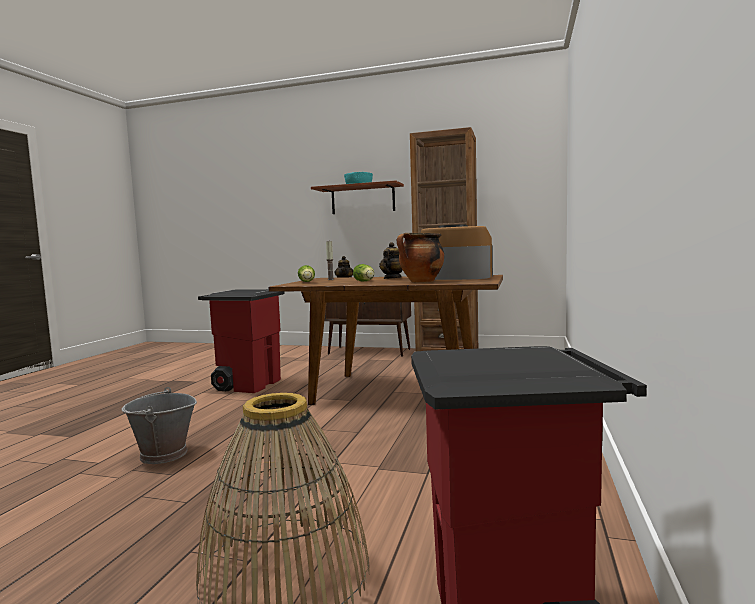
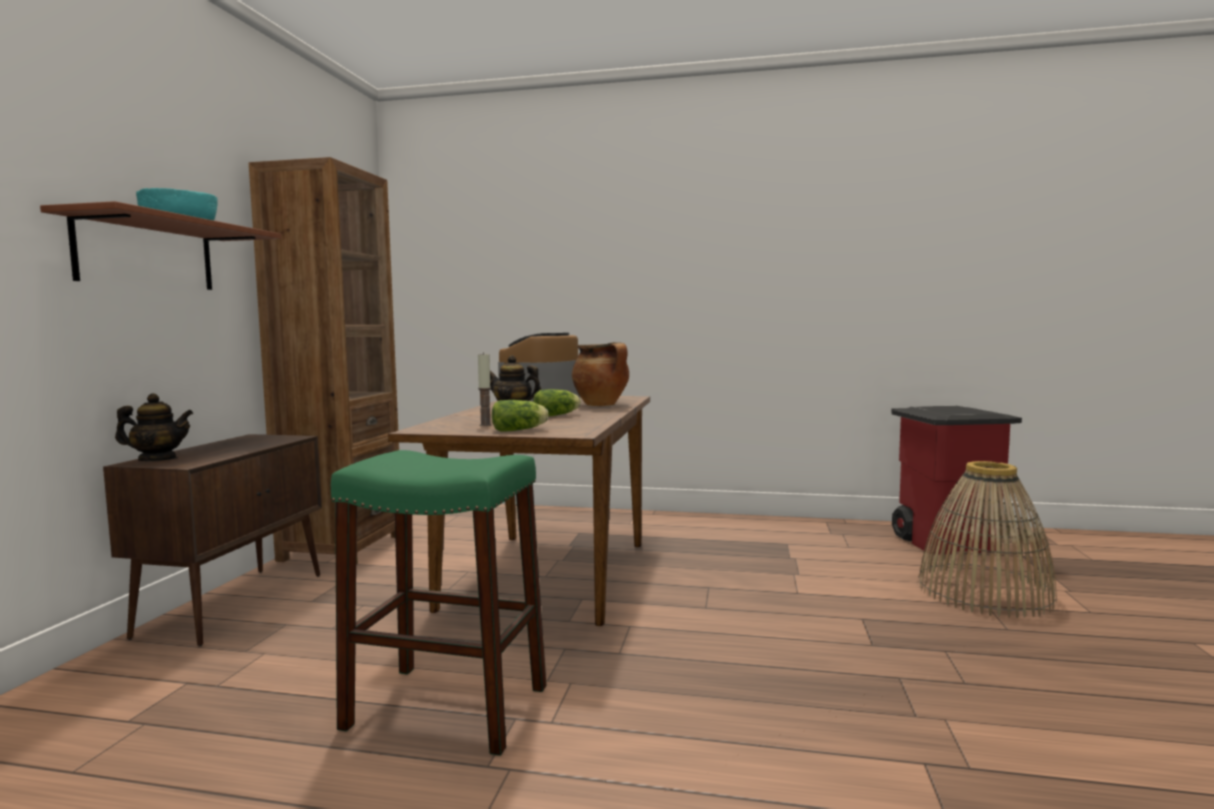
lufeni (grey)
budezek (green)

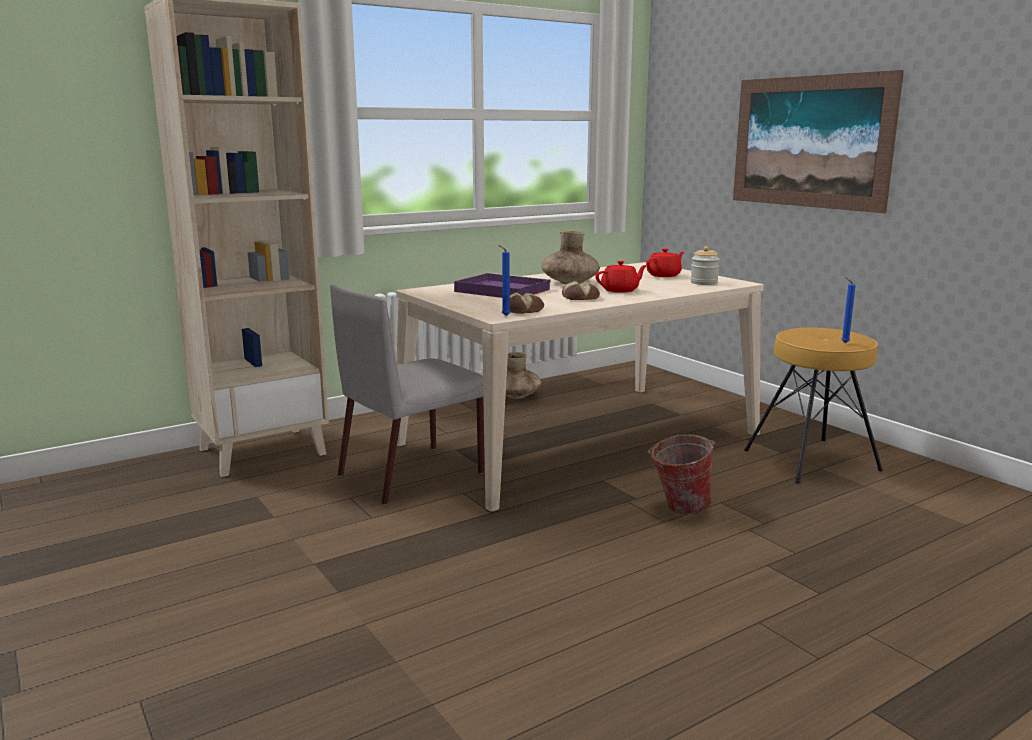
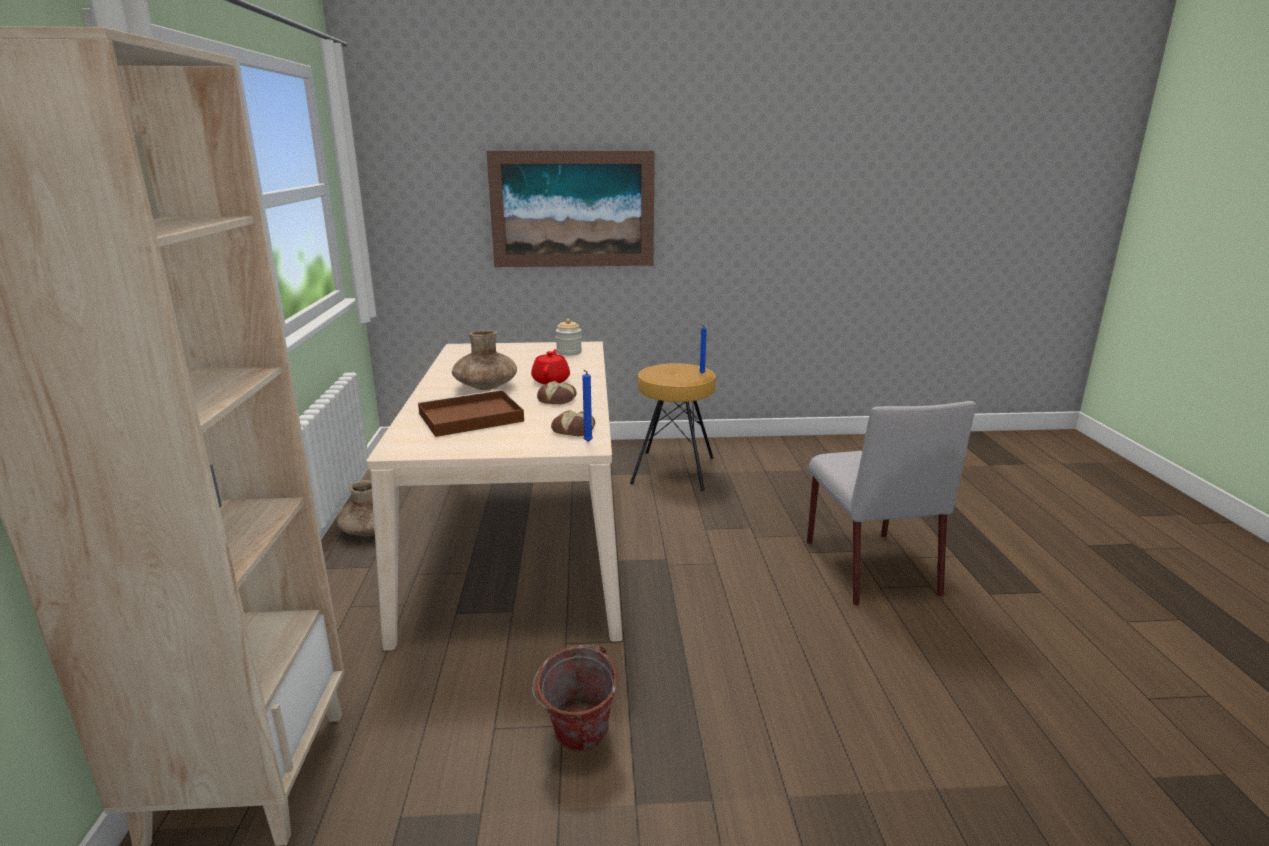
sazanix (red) (no. 2 from left in the first image)
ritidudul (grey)
lufeni
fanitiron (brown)

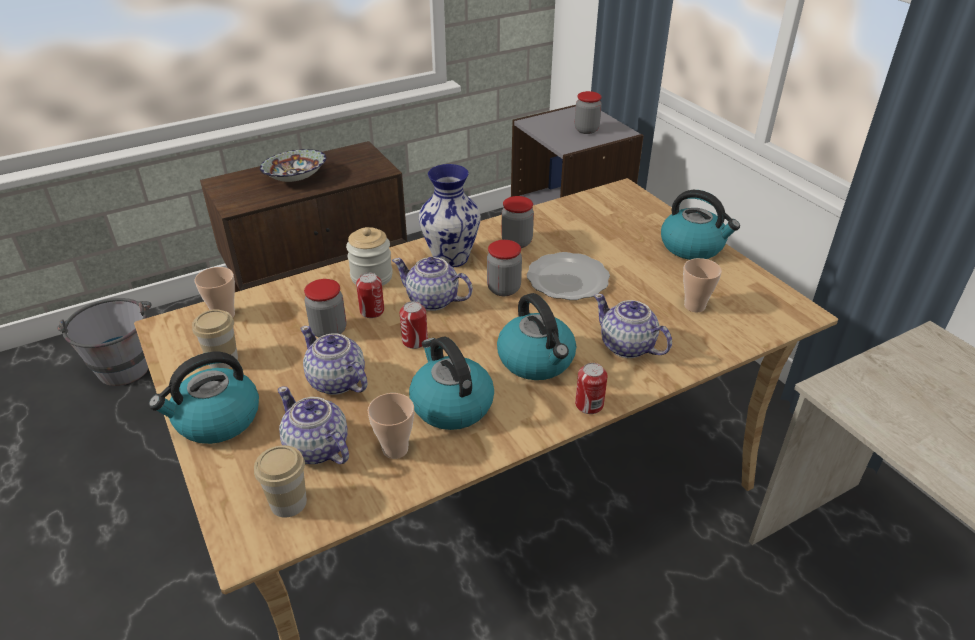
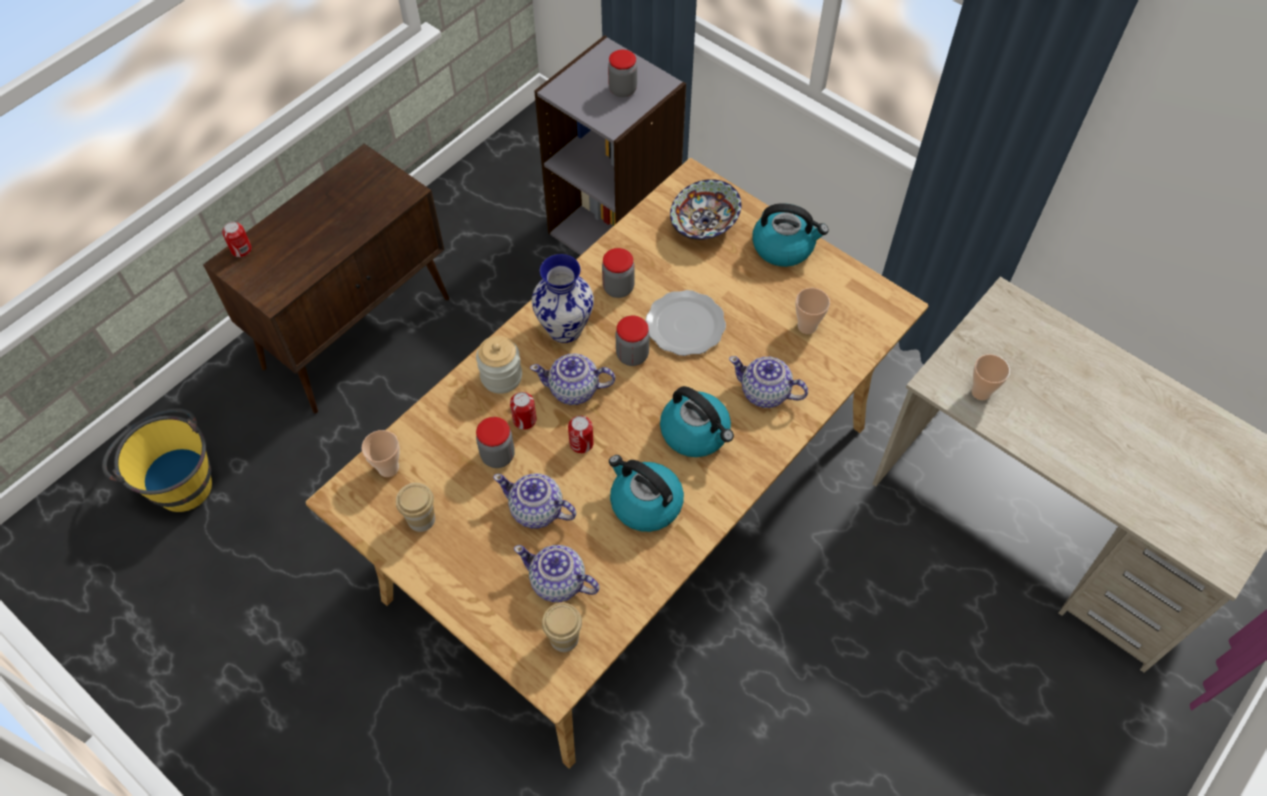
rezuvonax (no. 1 from left in the first image)
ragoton
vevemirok (no. 5 from left)
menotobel (no. 1 from left)
lufeni (yellow)

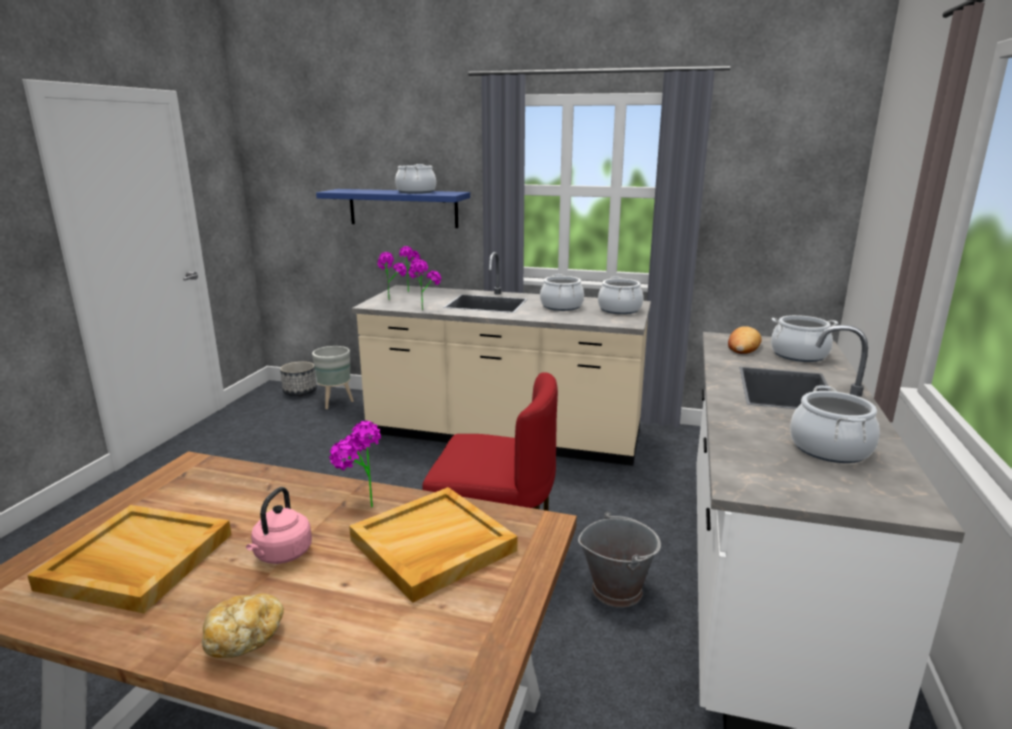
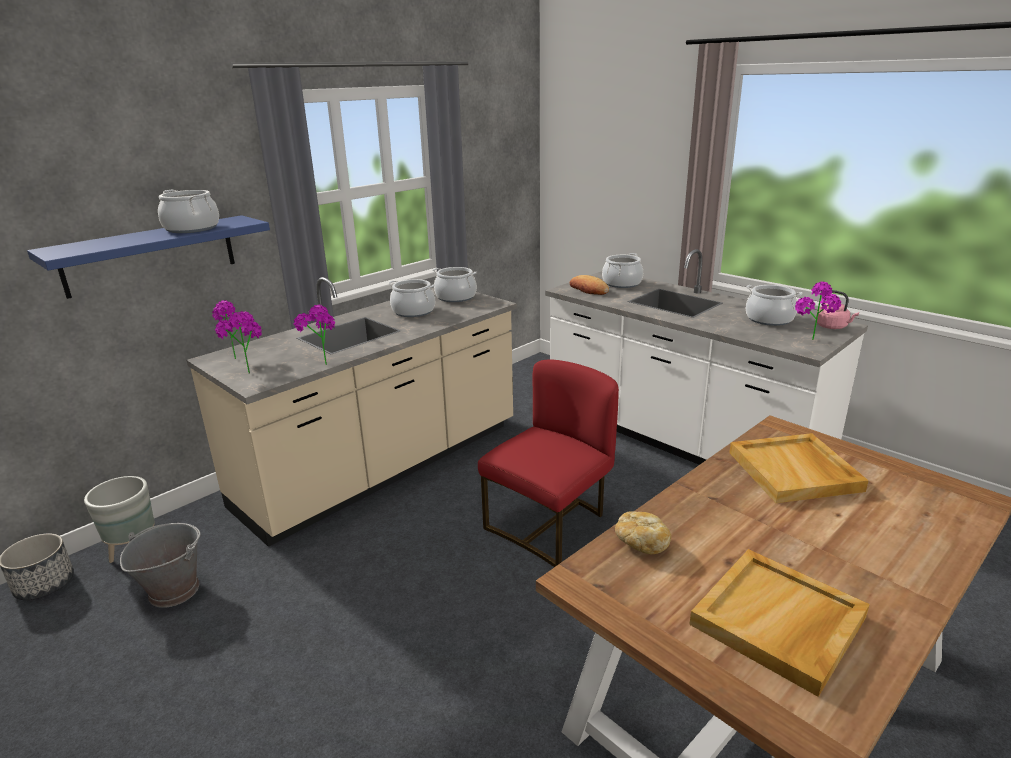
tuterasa (no. 2 from left)
rezuvonax (pink)
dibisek (no. 4 from left)
lufeni (grey)

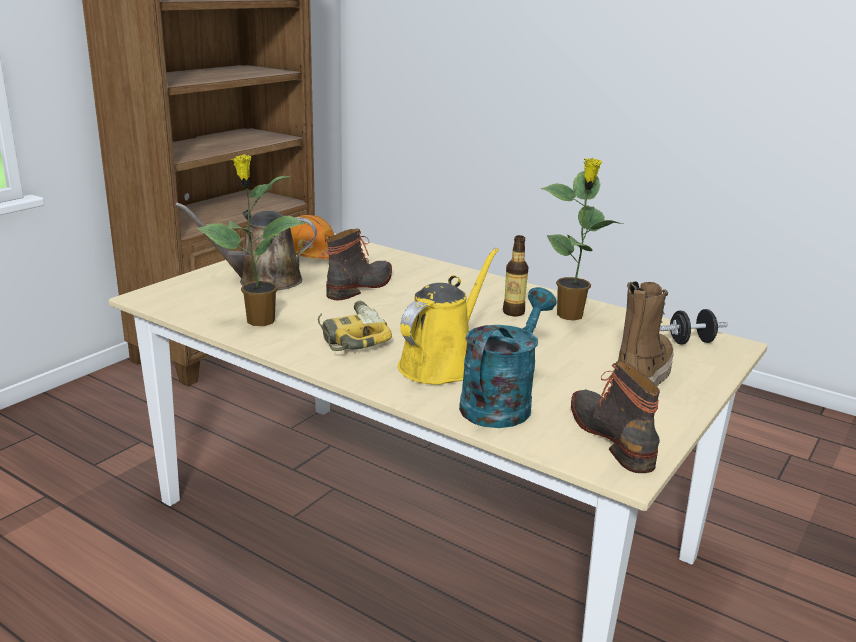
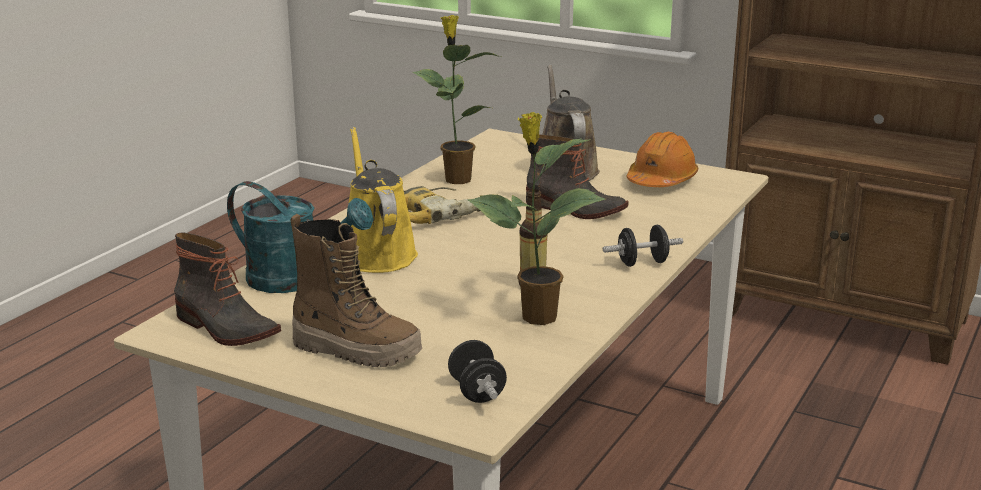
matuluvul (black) (no. 2 from left)
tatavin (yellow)
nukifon (no. 1 from left)

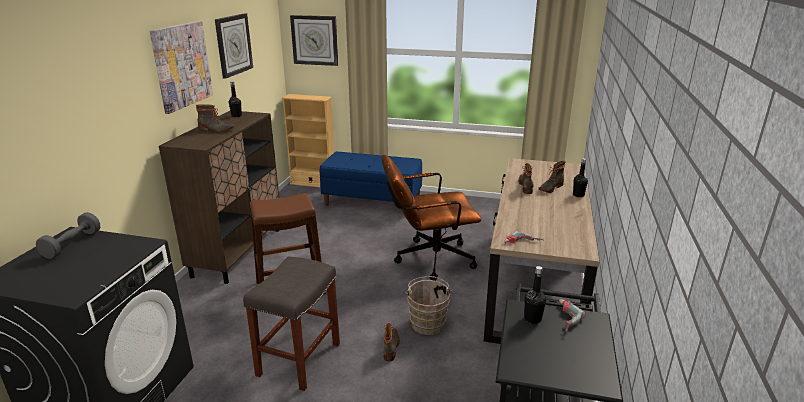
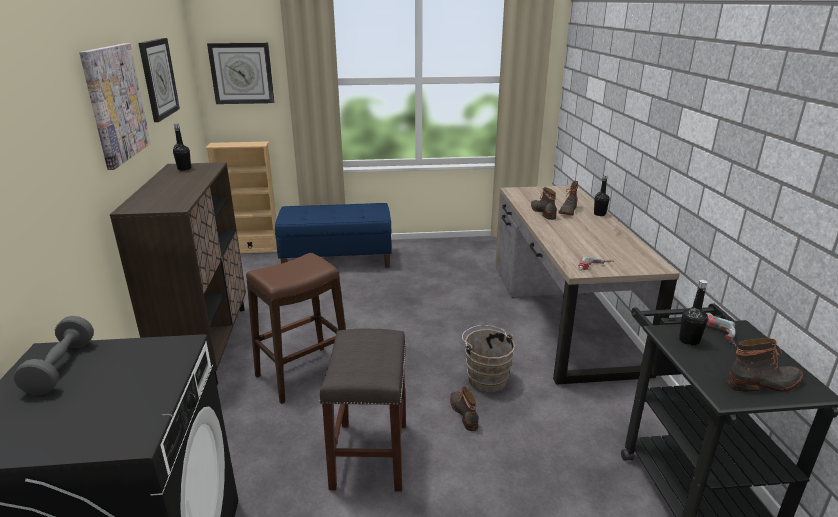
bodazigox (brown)
nukifon (no. 4 from left)

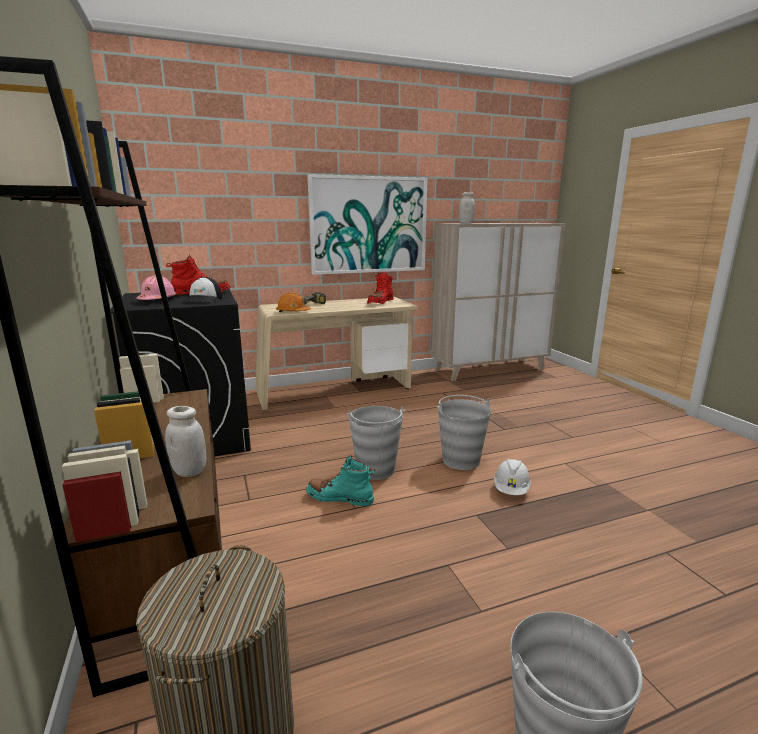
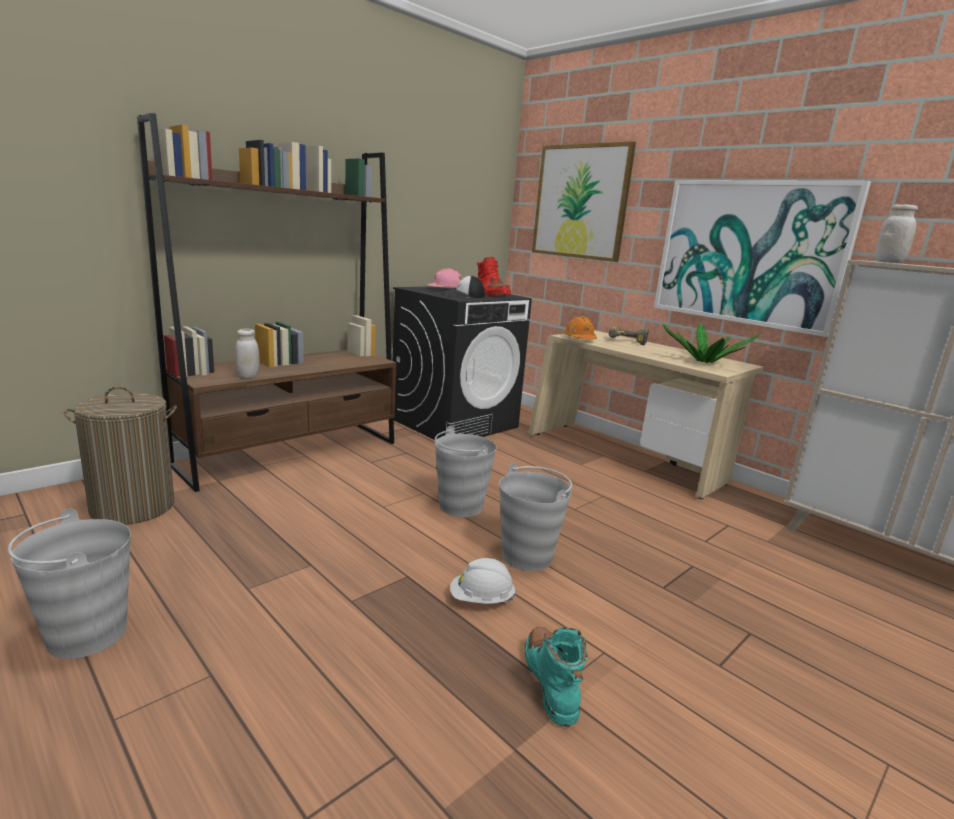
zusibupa (no. 1 from left)
nukifon (turquoise)
dibisek

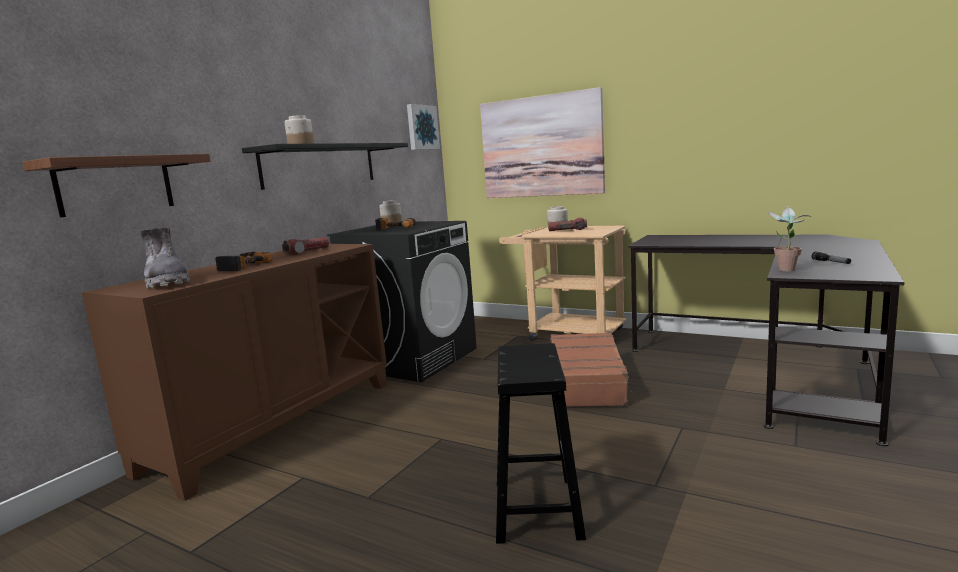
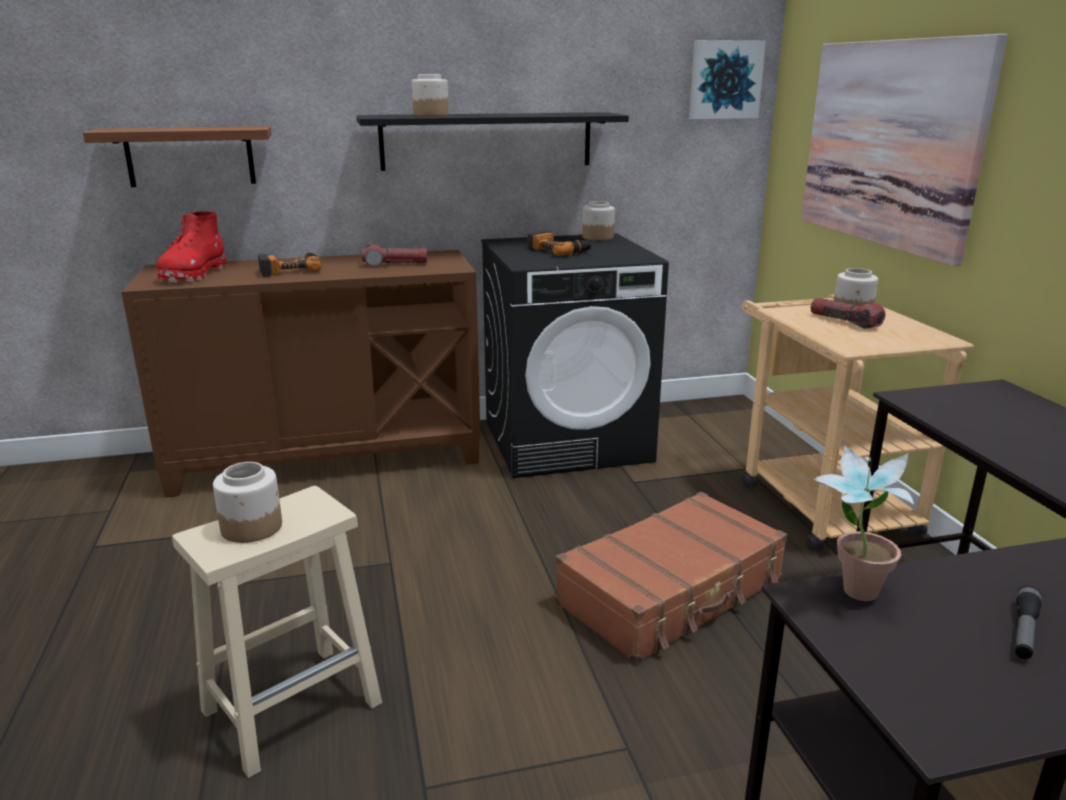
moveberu (no. 1 from left)
nukifon (red)
budezek (beige)

